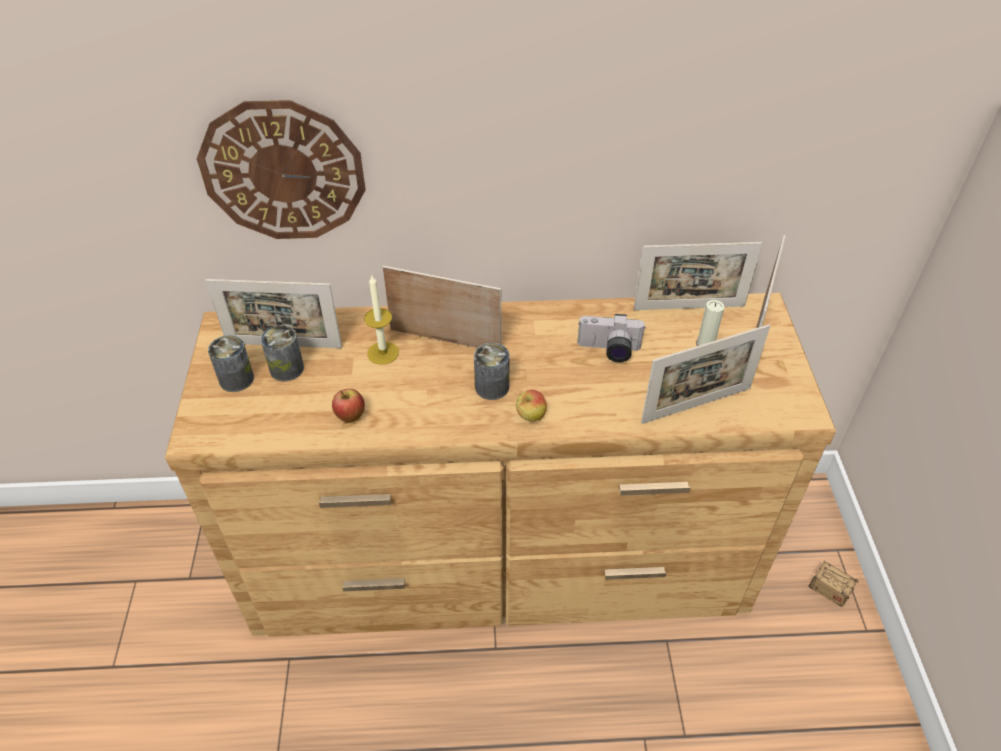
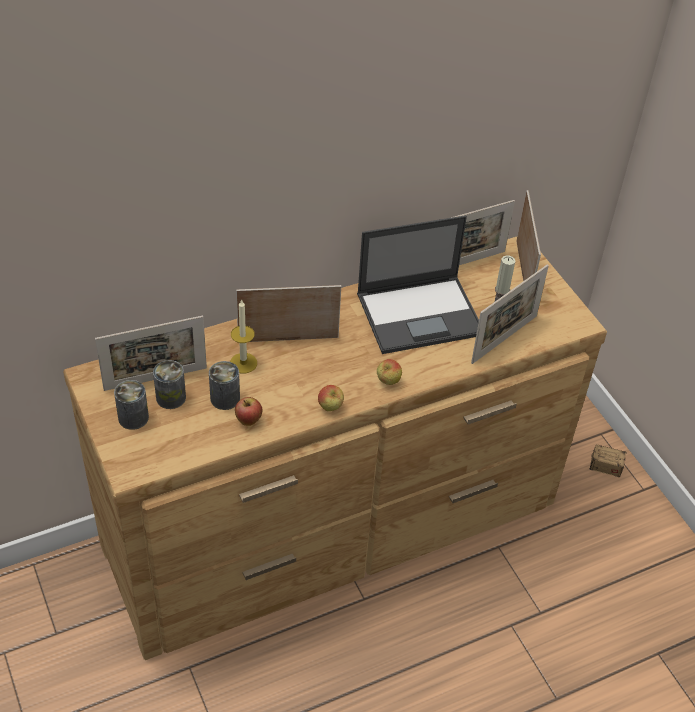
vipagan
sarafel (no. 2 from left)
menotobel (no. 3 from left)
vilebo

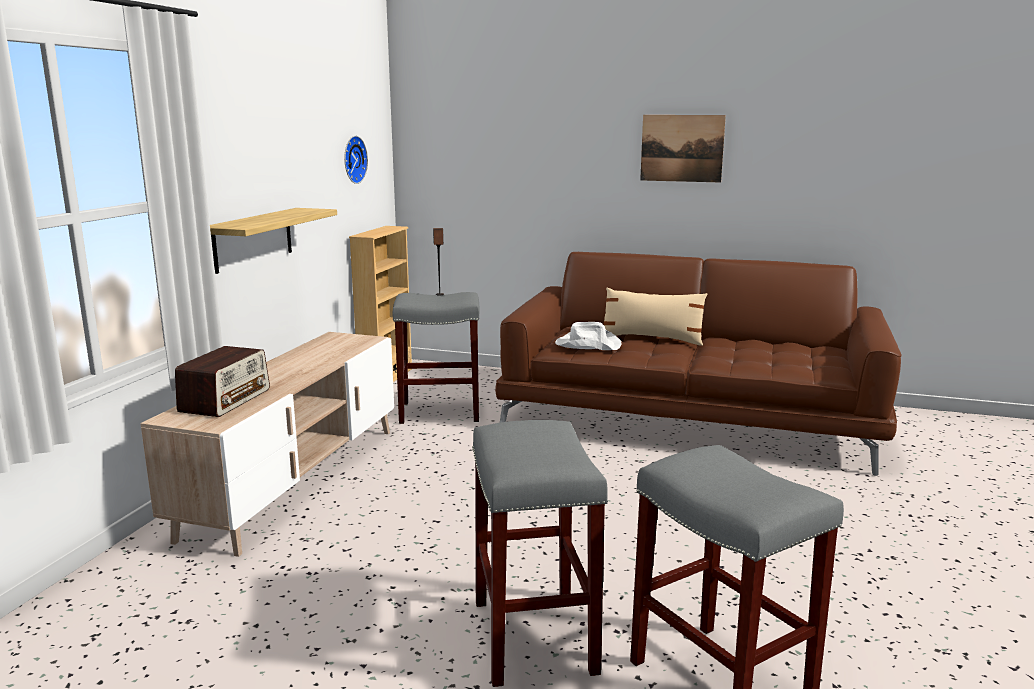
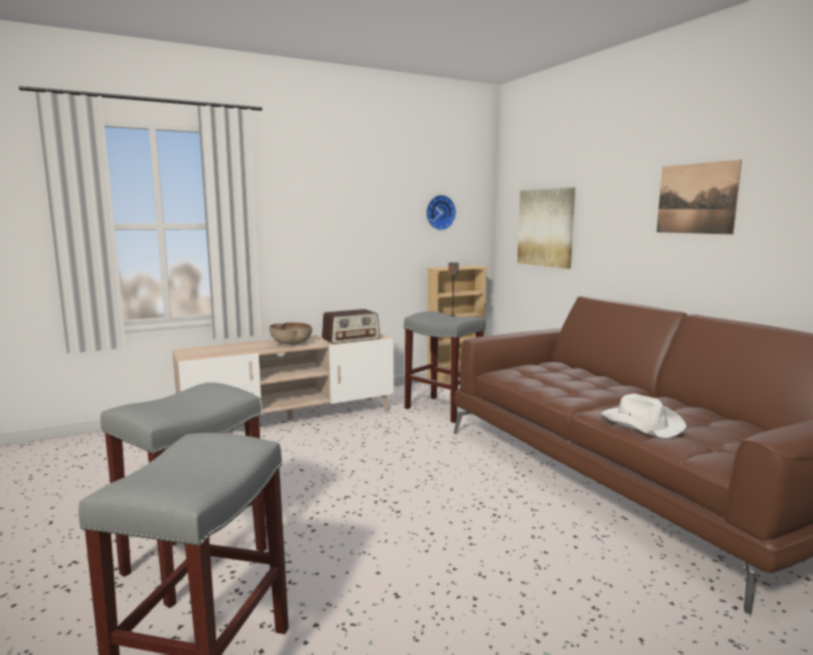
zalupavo
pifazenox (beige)
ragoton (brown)
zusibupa (no. 1 from left)
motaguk
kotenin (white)

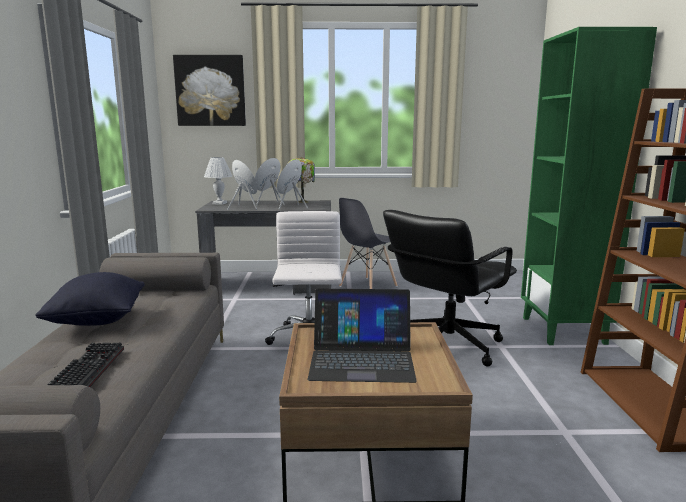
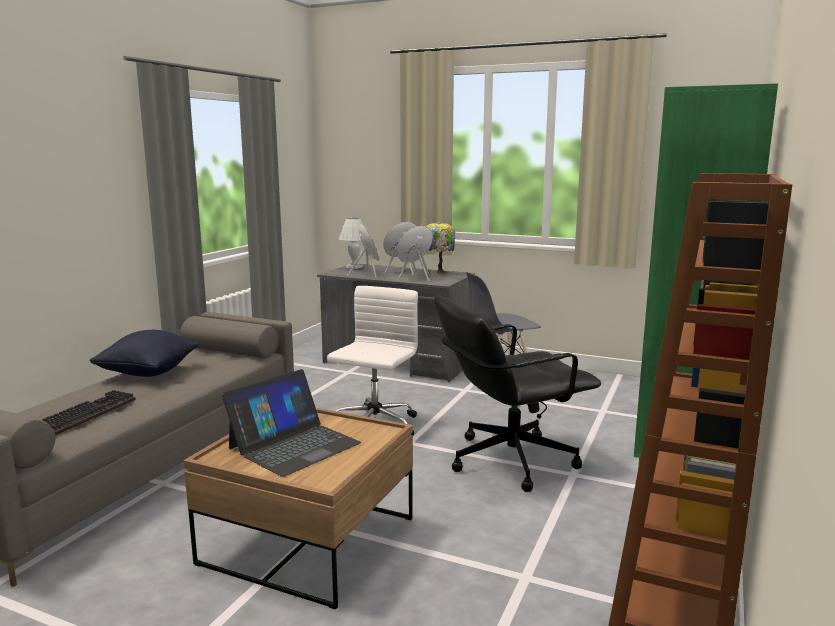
zusibupa
vilebo

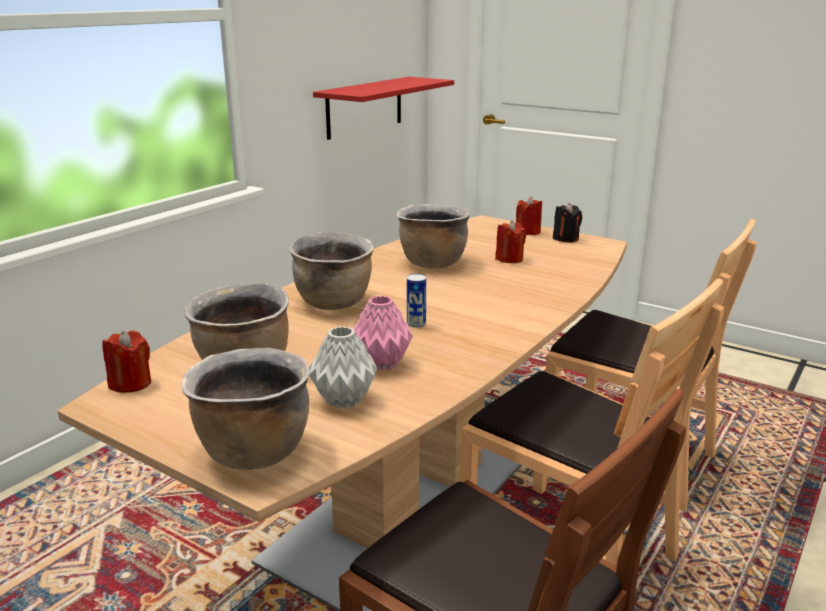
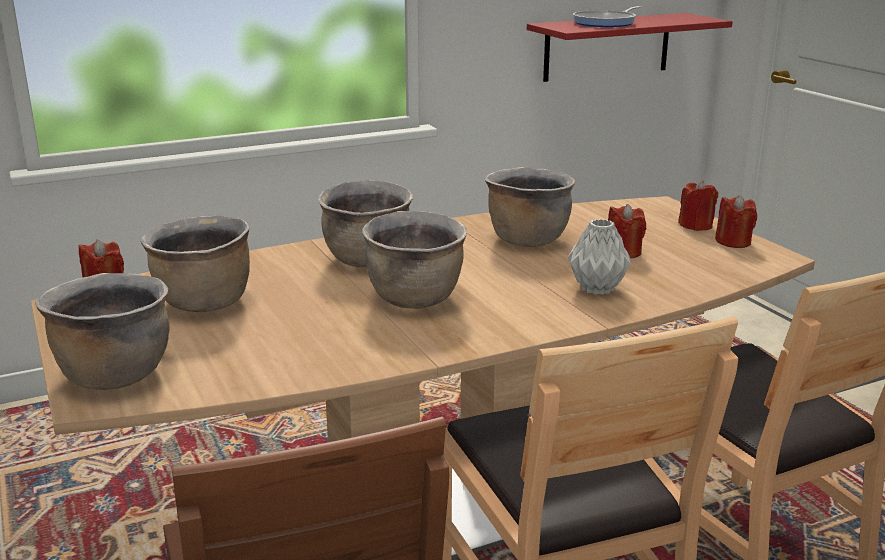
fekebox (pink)
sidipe
fekebox (grey)
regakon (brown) (no. 4 from left)
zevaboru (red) (no. 4 from left)

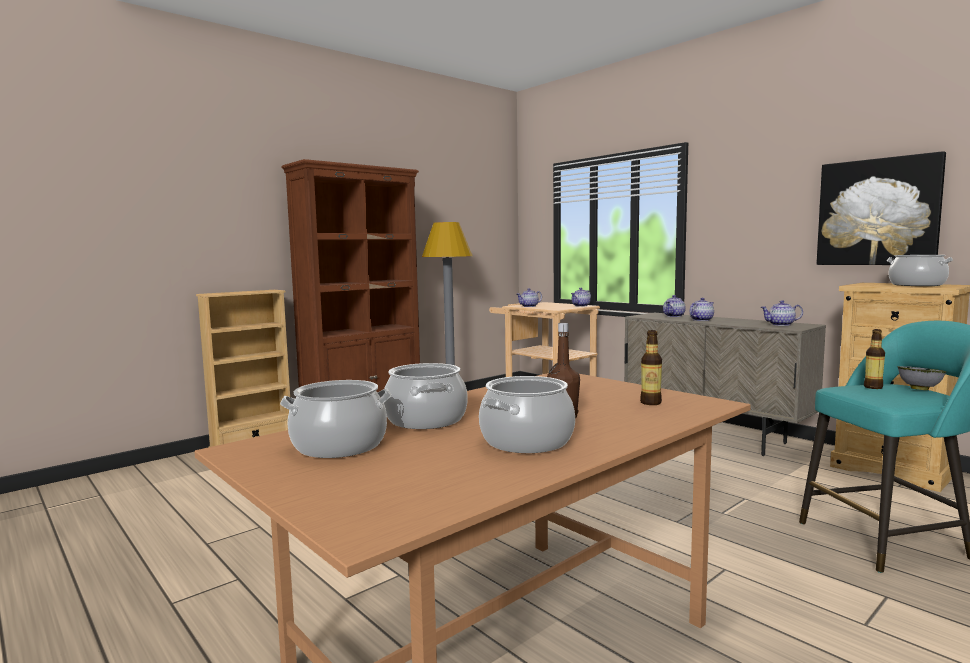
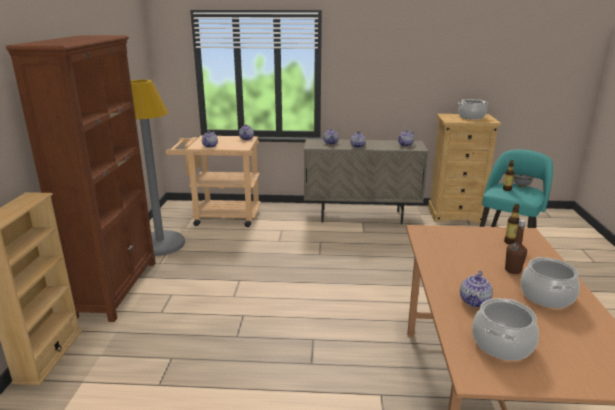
zusibupa
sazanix (no. 6 from left)

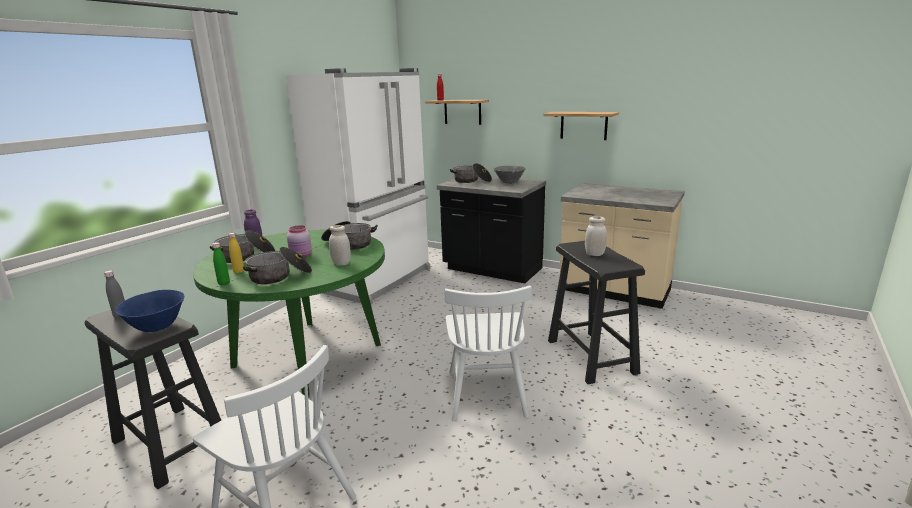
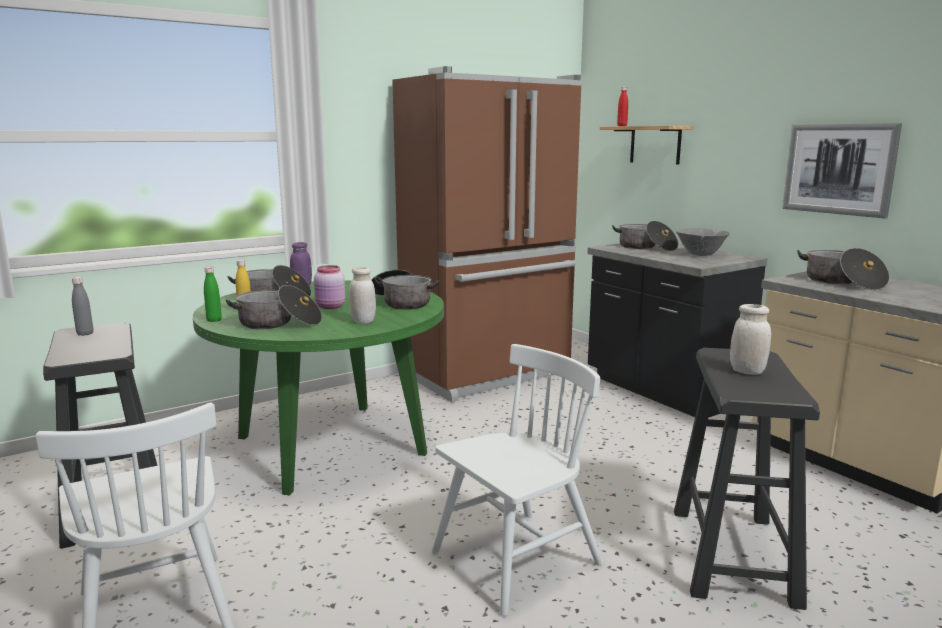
ragoton (blue)
regakon (no. 5 from left)
zusibupa
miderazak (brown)
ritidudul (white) (no. 2 from left)

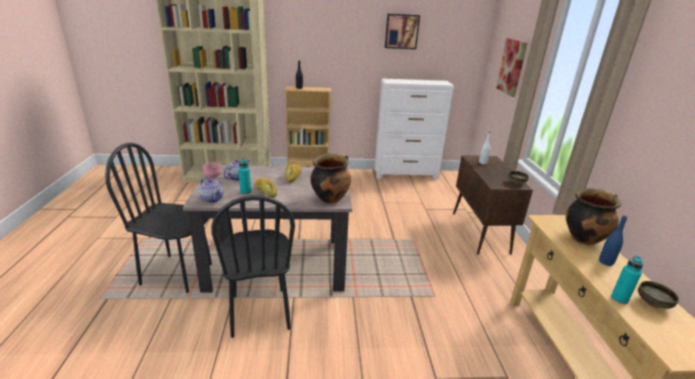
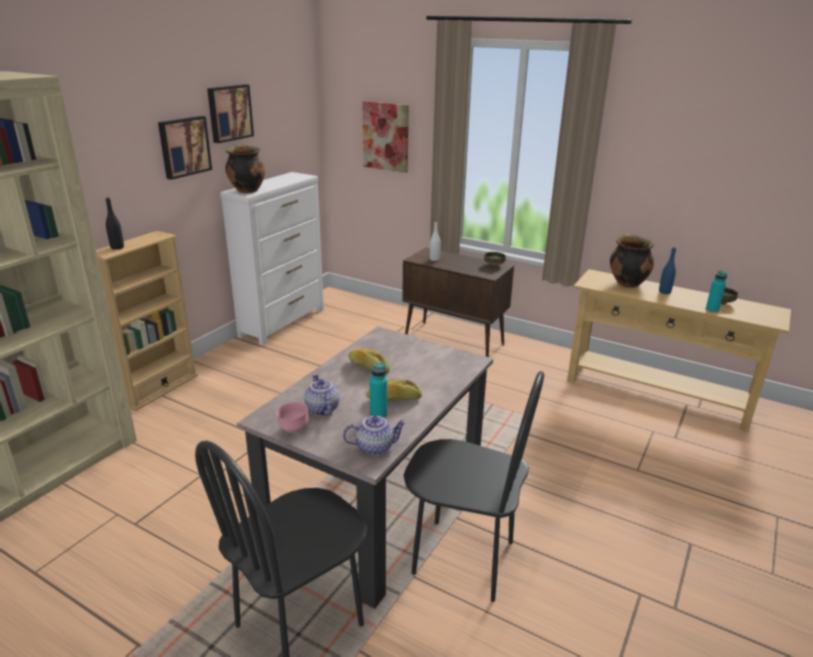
zusibupa (no. 1 from left)
regakon (no. 1 from left)

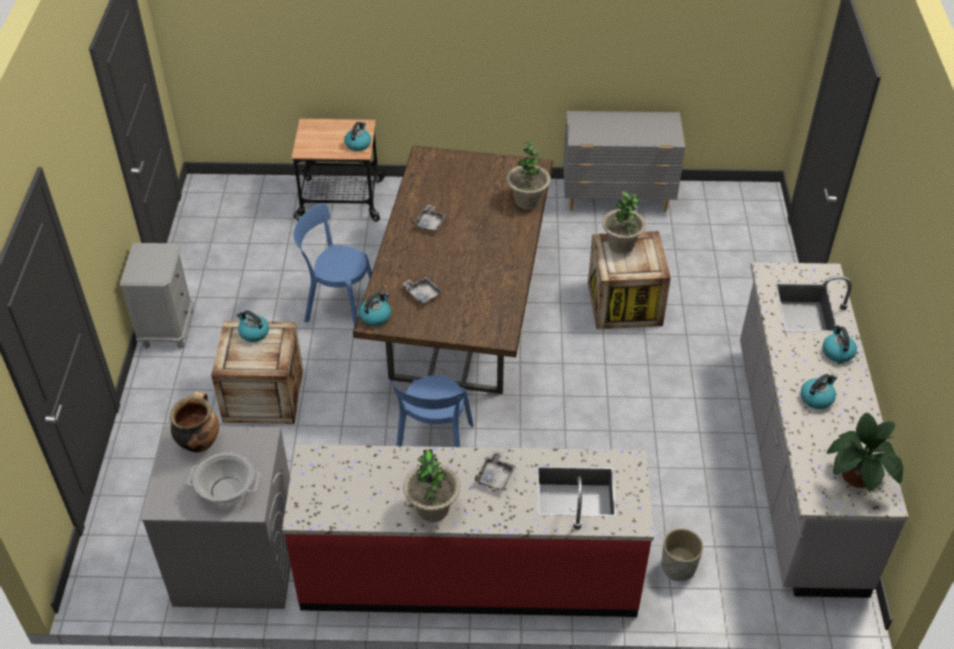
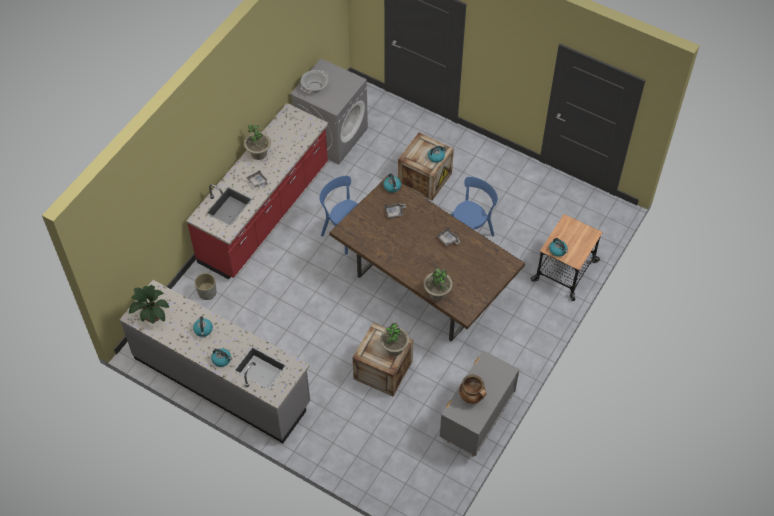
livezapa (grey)
regakon (no. 2 from left)

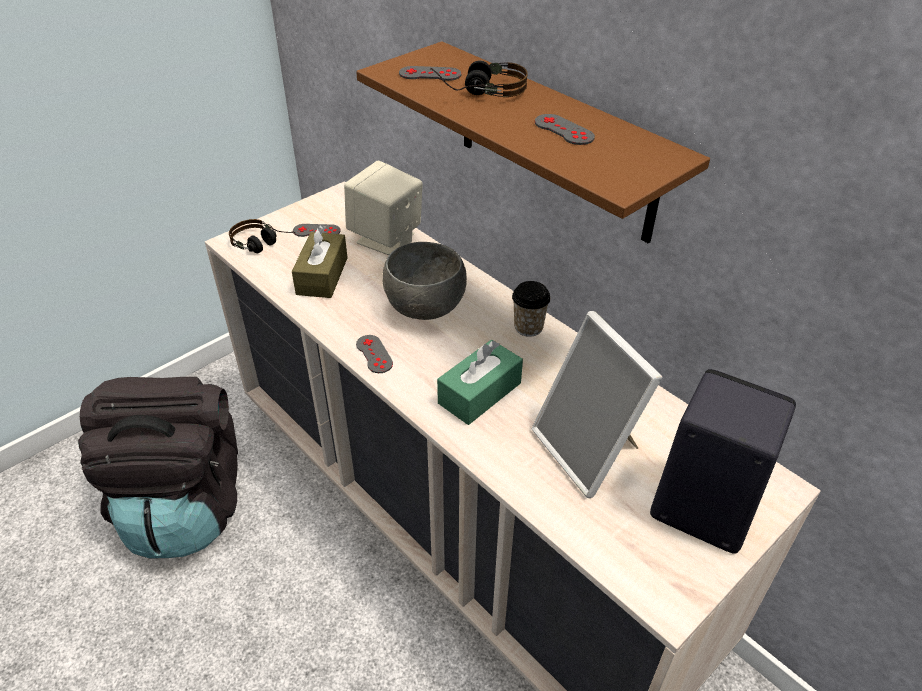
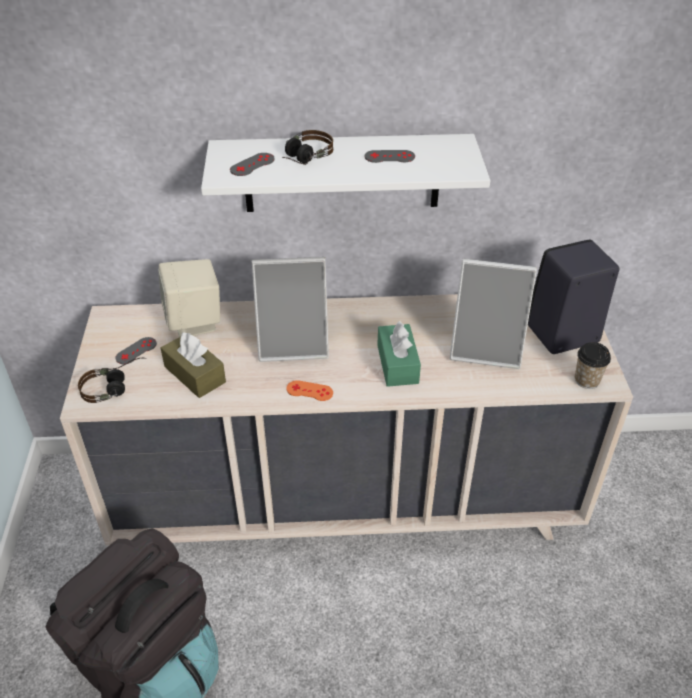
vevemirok
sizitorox (no. 1 from left)
zalupavo (white)
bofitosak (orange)

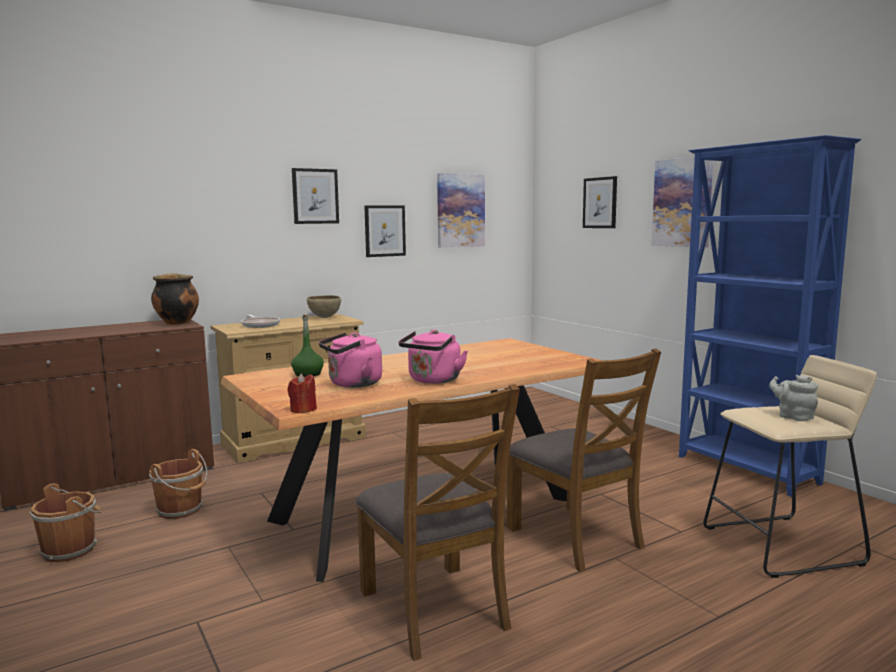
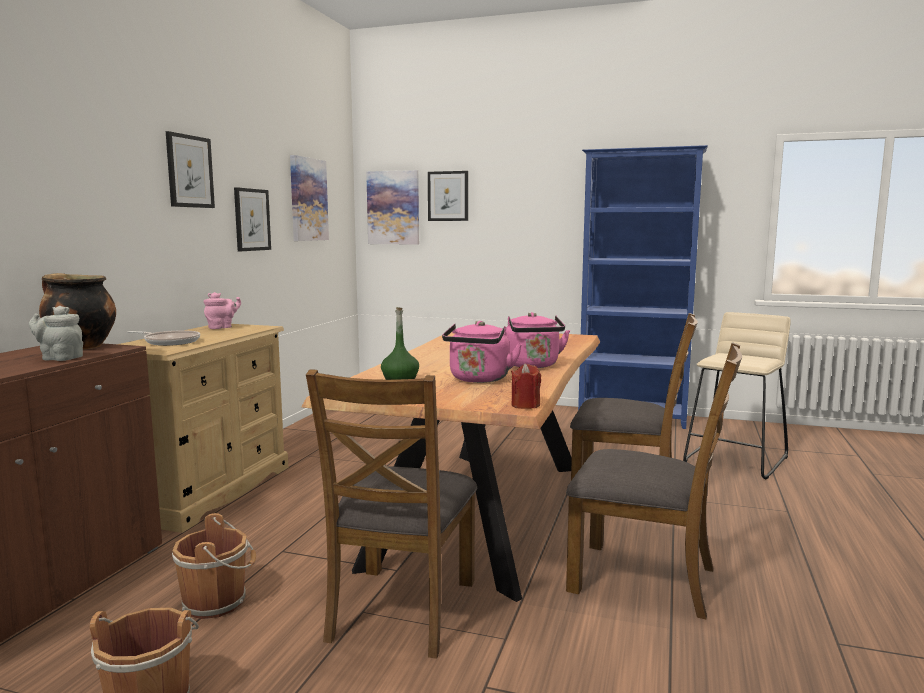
ritidudul (brown) (no. 1 from left)
zusibupa (no. 4 from left)
sazanix (grey)
sazanix (pink)

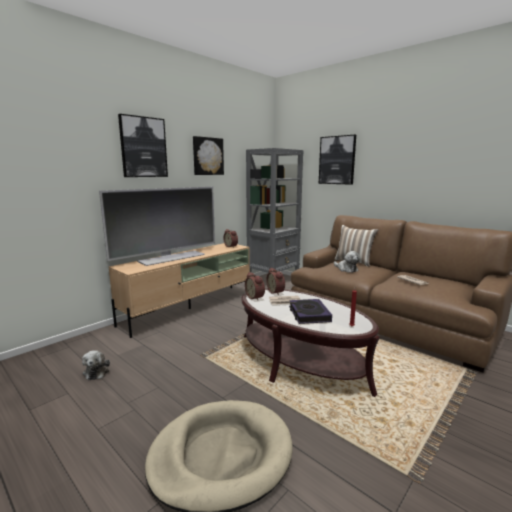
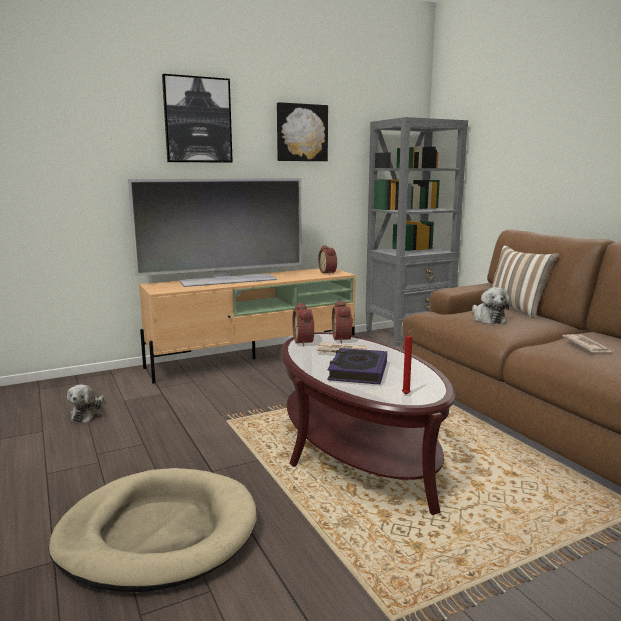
zusibupa (no. 3 from left in the first image)

